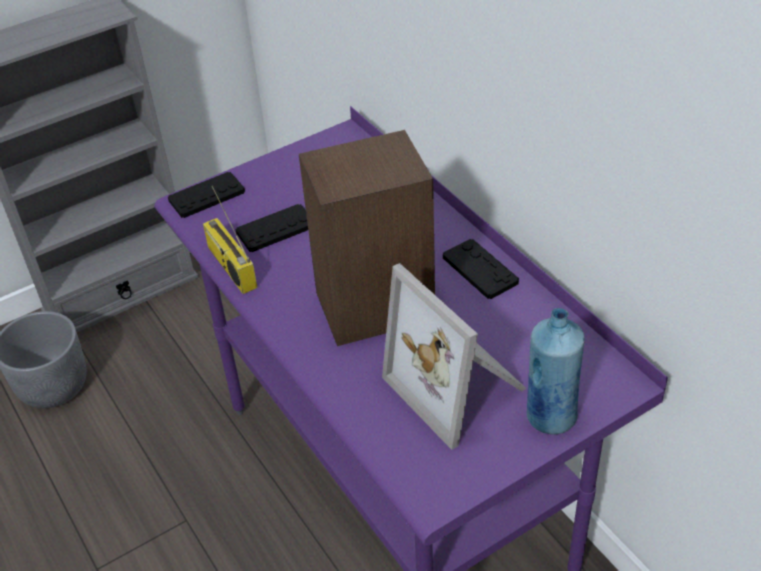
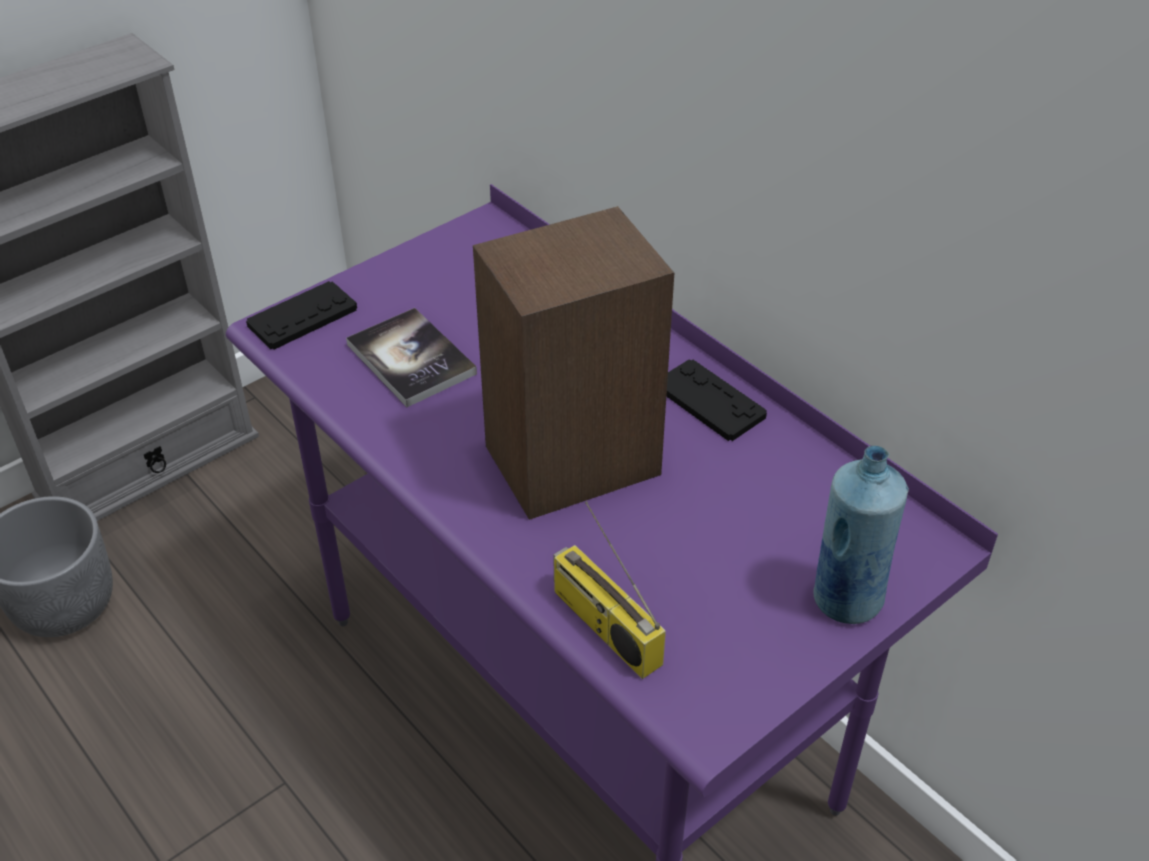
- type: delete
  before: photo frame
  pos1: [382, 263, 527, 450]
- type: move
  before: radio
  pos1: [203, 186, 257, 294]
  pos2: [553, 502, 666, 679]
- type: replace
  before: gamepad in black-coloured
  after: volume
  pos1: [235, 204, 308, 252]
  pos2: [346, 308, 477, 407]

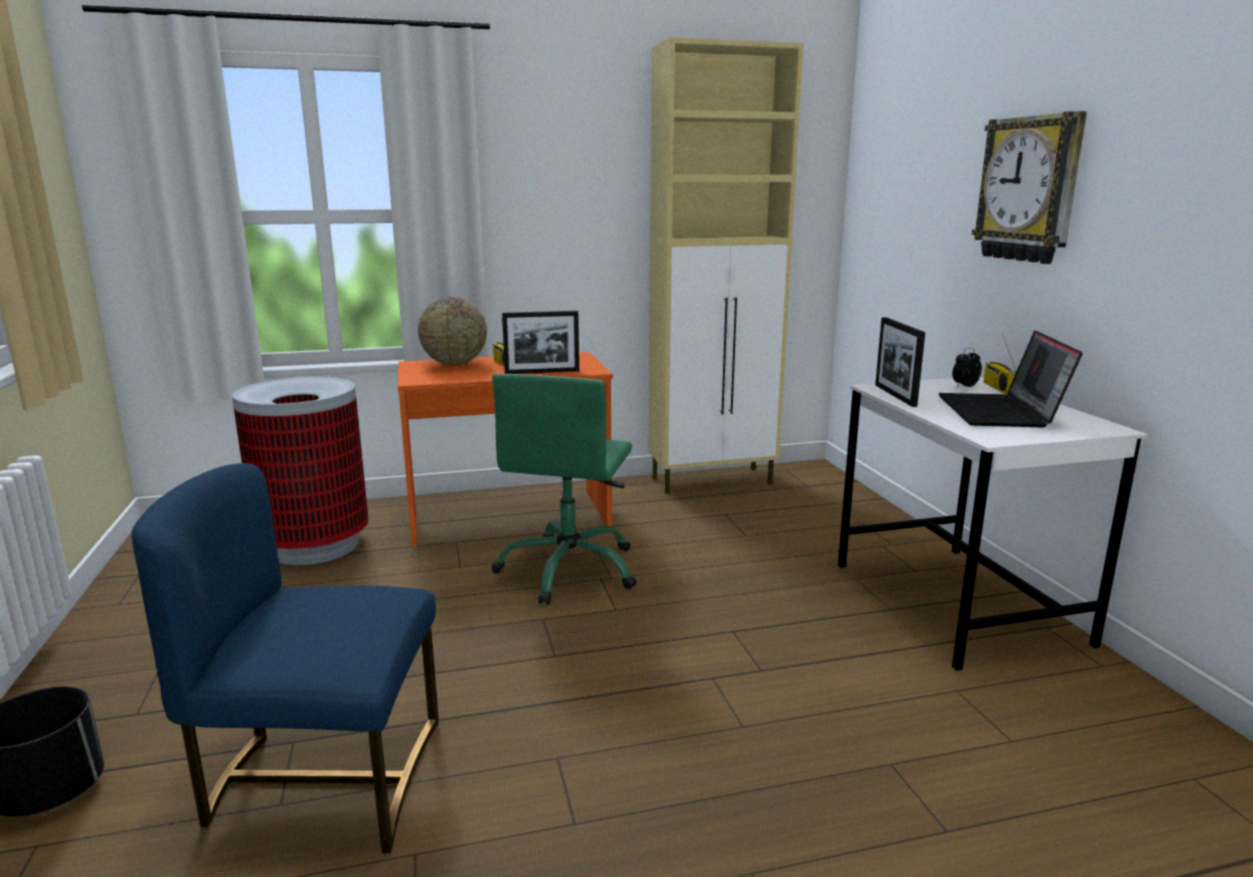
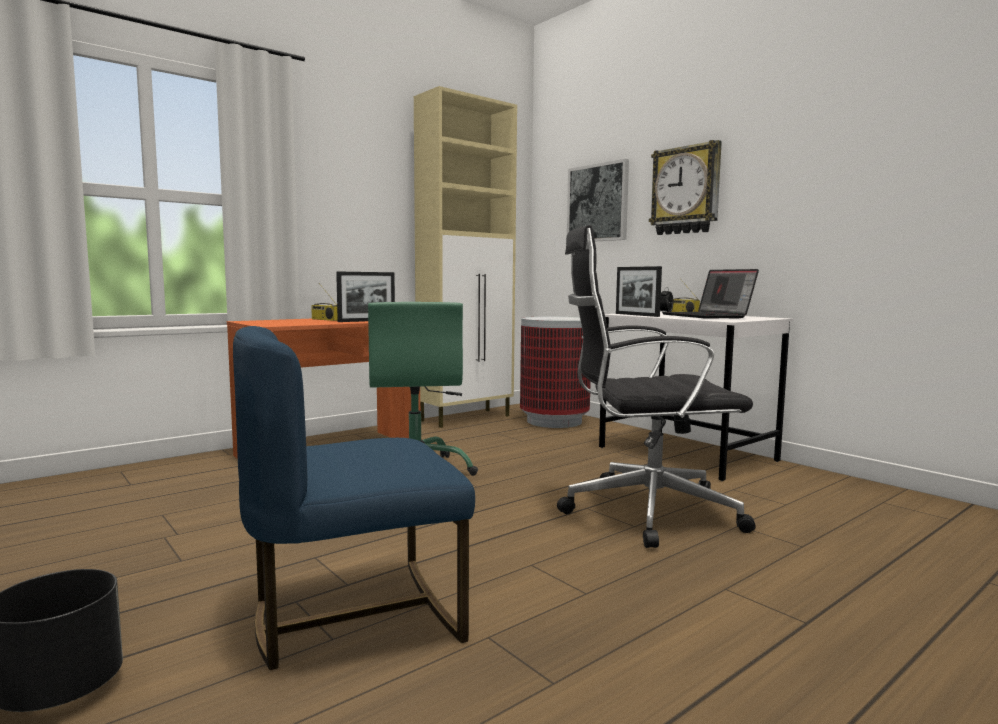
- type: delete
  before: globe
  pos1: [418, 297, 487, 365]
- type: insert
  after: computer chair in black-coloured
  pos2: [557, 225, 756, 548]
- type: insert
  after: wall art
  pos2: [567, 159, 629, 242]
- type: move
  before: rubbish bin
  pos1: [232, 377, 368, 565]
  pos2: [520, 317, 591, 428]

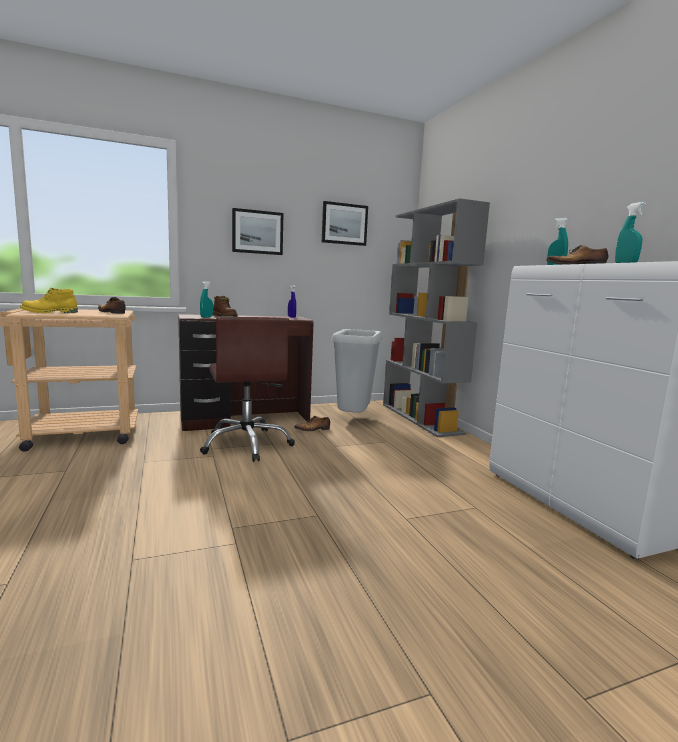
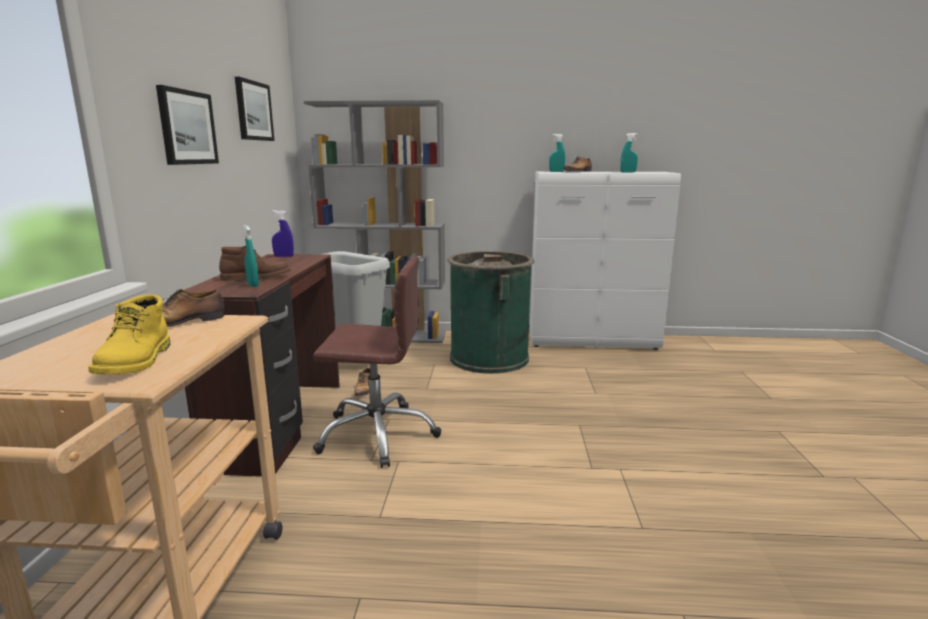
- type: insert
  after: rubbish bin in green
  pos2: [448, 251, 534, 374]

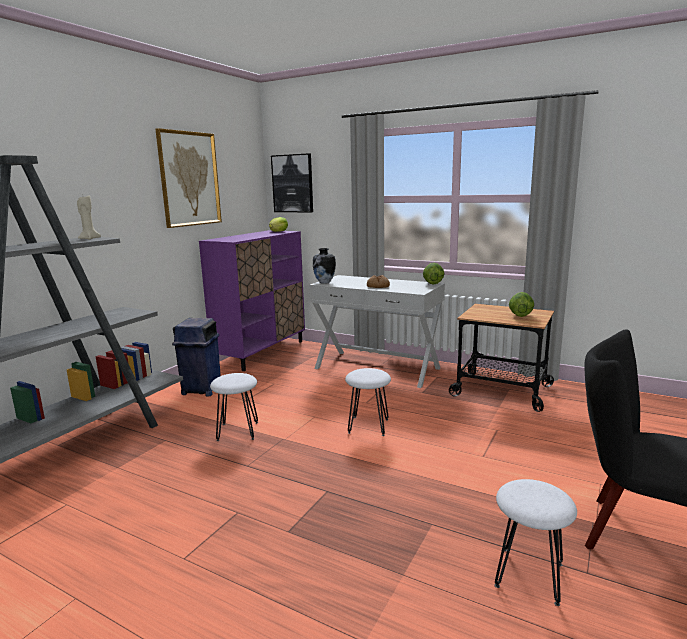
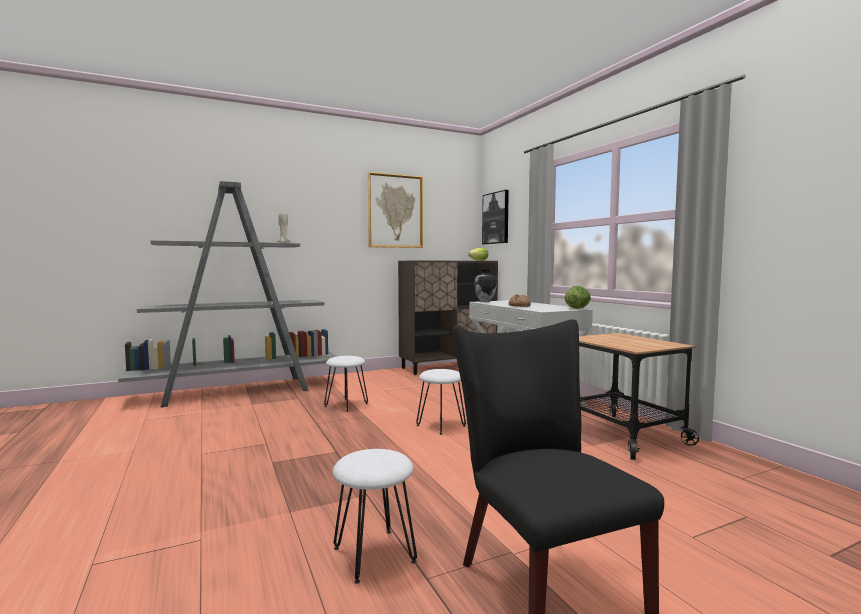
- type: delete
  before: rubbish bin in blue-coloured
  pos1: [172, 318, 221, 396]
- type: delete
  before: head of lettuce
  pos1: [509, 292, 534, 317]
- type: recolor
  before: cabinet in purple
  after: cabinet in brownish
  pos1: [199, 230, 305, 371]
  pos2: [398, 261, 498, 375]

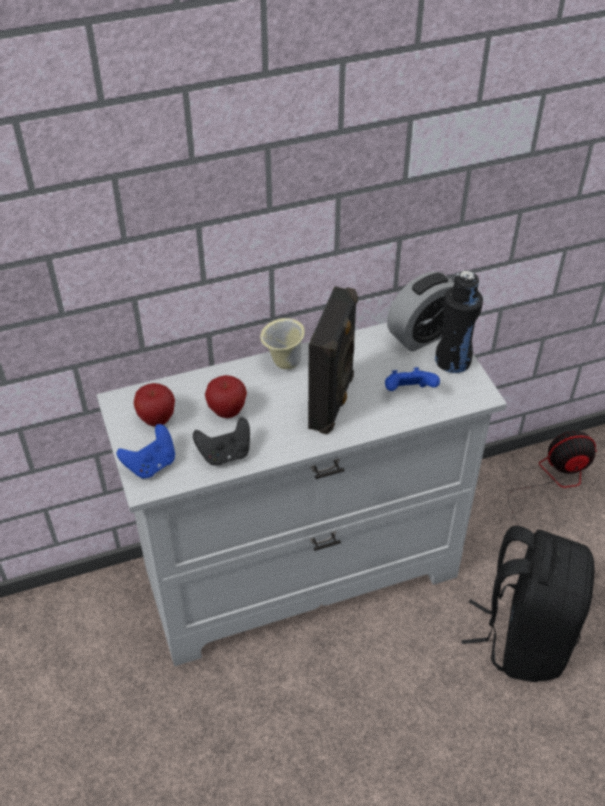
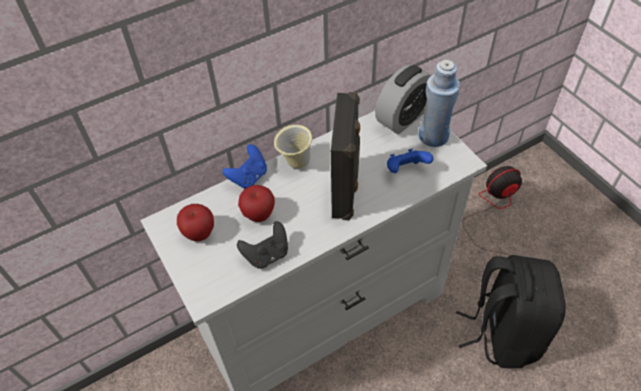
- type: move
  before: gamepad in blue-coloured
  pos1: [117, 424, 175, 479]
  pos2: [222, 144, 267, 189]
- type: recolor
  before: beverage bottle in black-coloured
  after: beverage bottle in blue-coloured
  pos1: [435, 270, 483, 373]
  pos2: [419, 60, 460, 147]

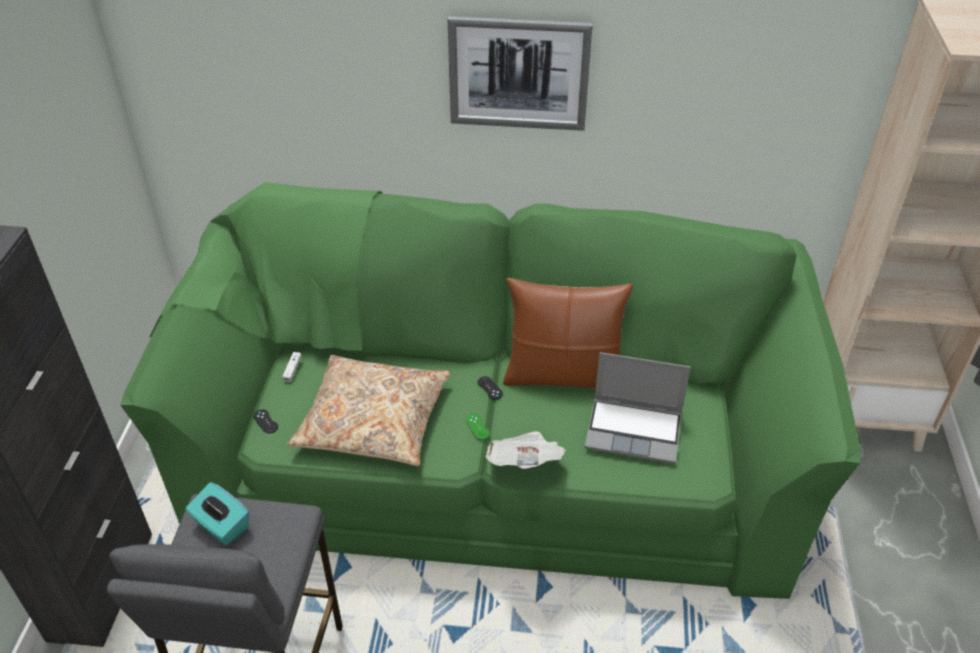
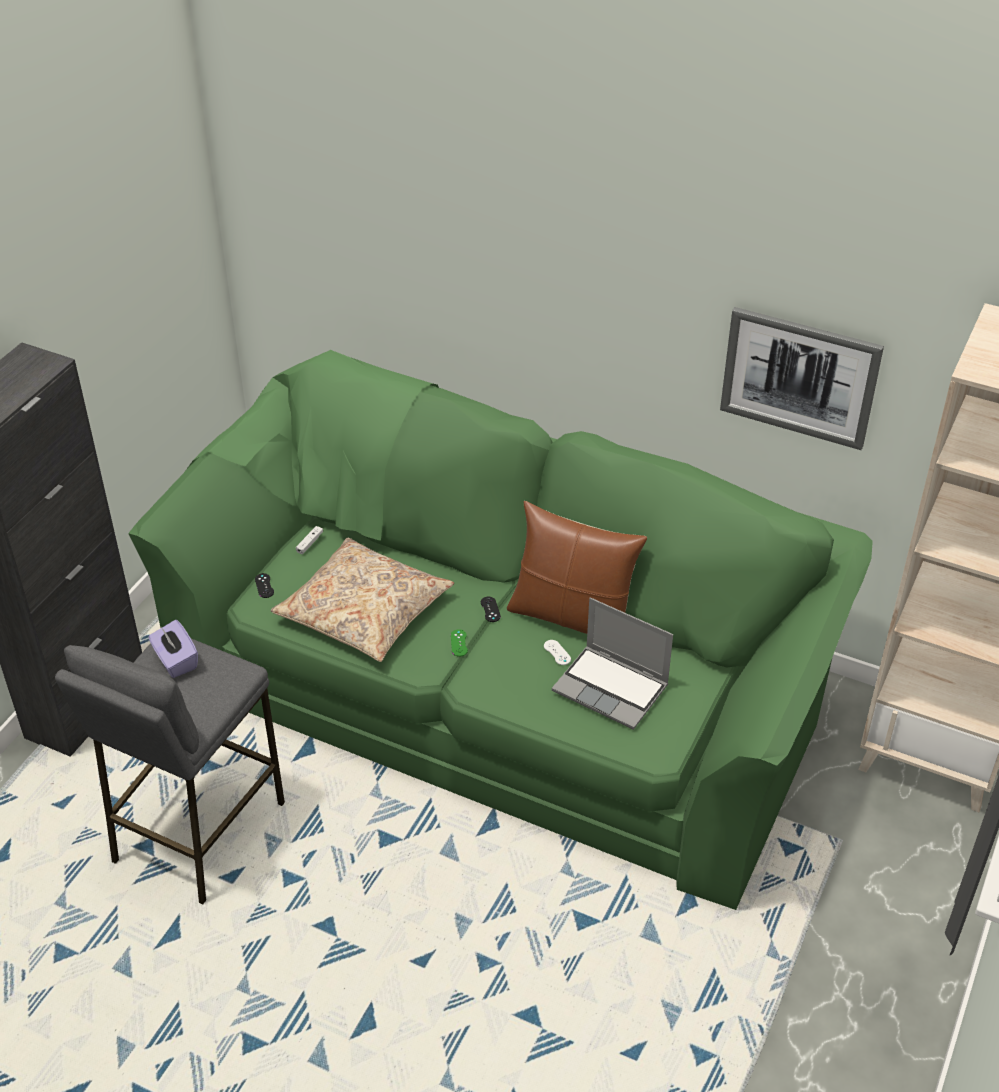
- type: delete
  before: daily paper
  pos1: [485, 431, 566, 469]
- type: insert
  after: gamepad in white-coloured
  pos2: [544, 640, 571, 665]
- type: move
  before: wall art
  pos1: [448, 16, 593, 131]
  pos2: [720, 307, 884, 450]
- type: recolor
  before: tissue holder in blue-green
  after: tissue holder in purple
  pos1: [186, 482, 249, 545]
  pos2: [148, 620, 198, 678]

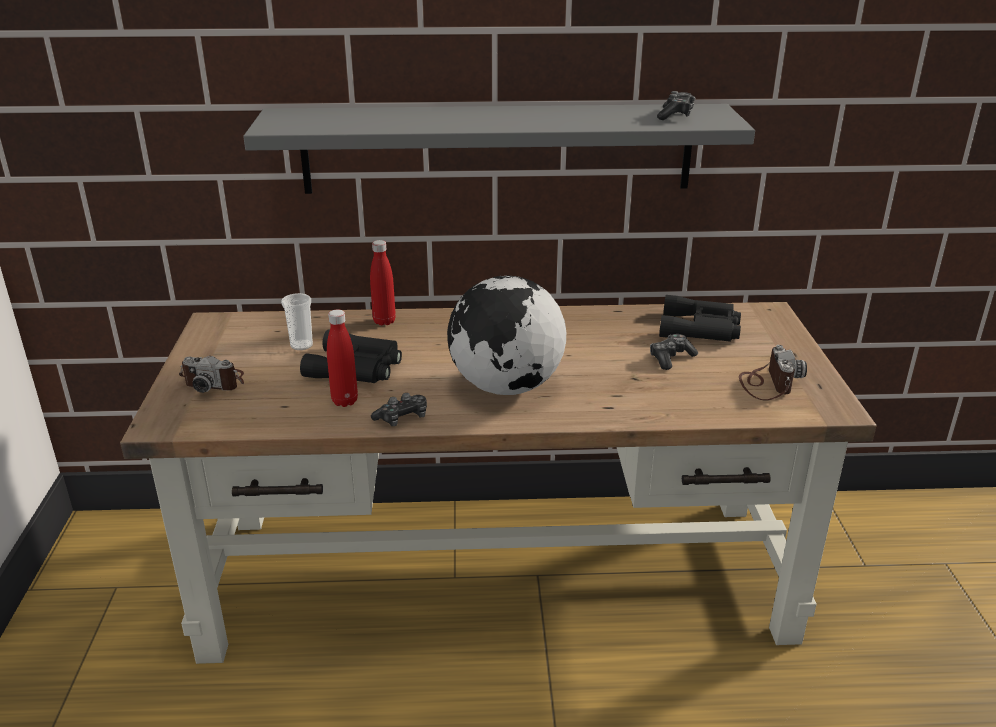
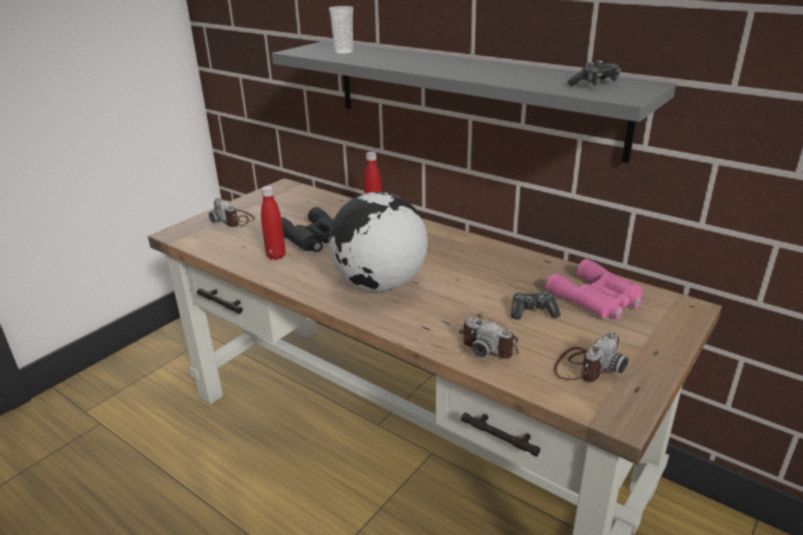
- type: delete
  before: gamepad
  pos1: [371, 393, 427, 426]
- type: insert
  after: photo camera
  pos2: [459, 317, 519, 359]
- type: move
  before: cup
  pos1: [281, 293, 313, 350]
  pos2: [329, 6, 353, 54]
- type: recolor
  before: binoculars in black-coloured
  after: binoculars in pink
  pos1: [659, 295, 741, 342]
  pos2: [546, 259, 643, 319]

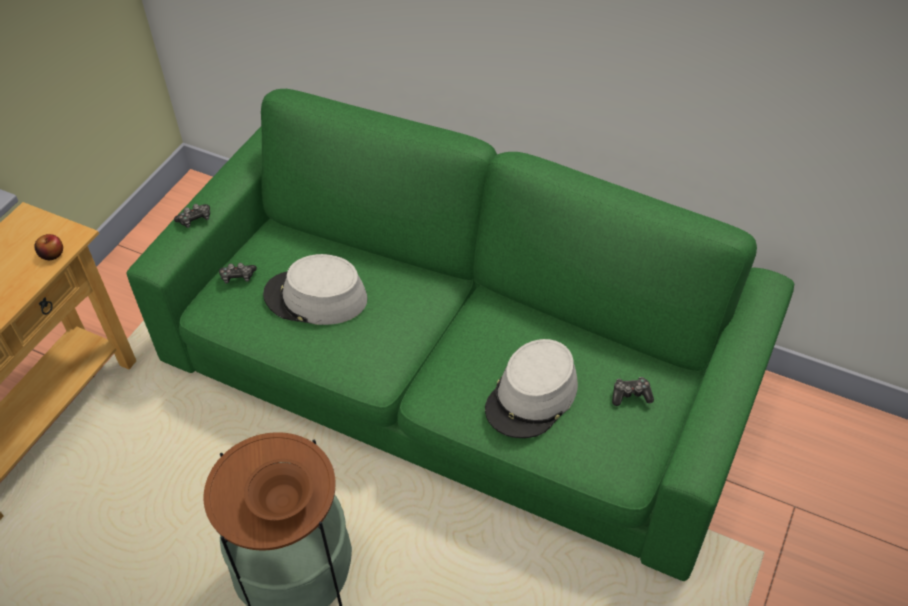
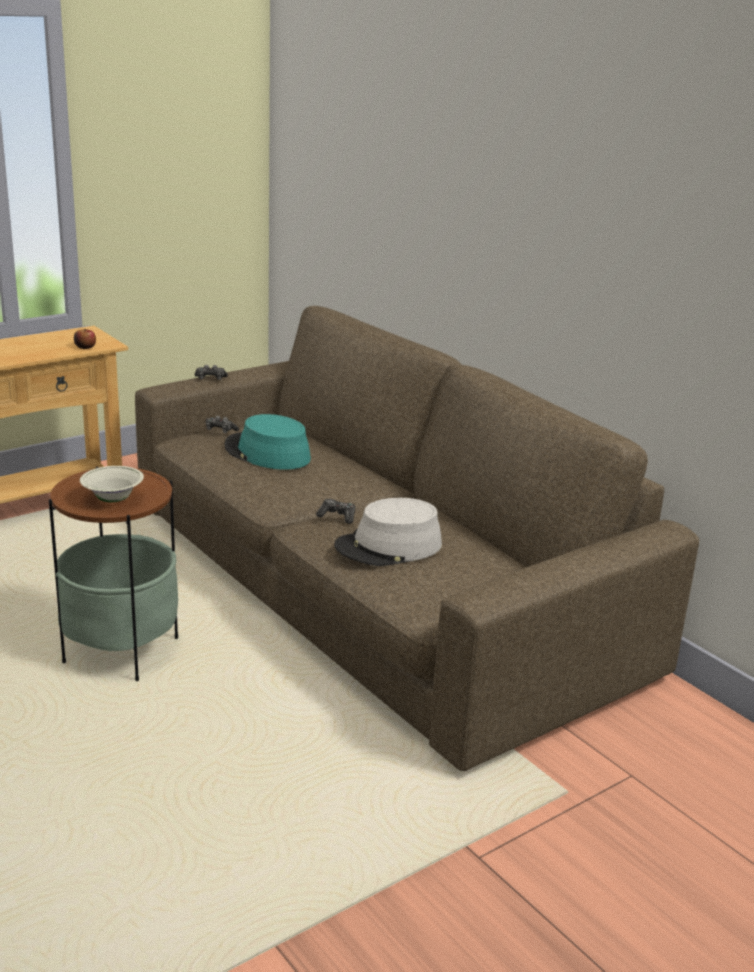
- type: move
  before: gamepad
  pos1: [612, 377, 654, 406]
  pos2: [316, 499, 355, 524]
- type: recolor
  before: sofa in green
  after: sofa in brownish
  pos1: [126, 89, 794, 581]
  pos2: [135, 306, 699, 771]
- type: recolor
  before: serving bowl in brownish
  after: serving bowl in white-coloured
  pos1: [244, 459, 314, 520]
  pos2: [80, 466, 144, 502]
- type: recolor
  before: hat in gray
  after: hat in blue-green
  pos1: [263, 254, 368, 325]
  pos2: [224, 414, 311, 470]

